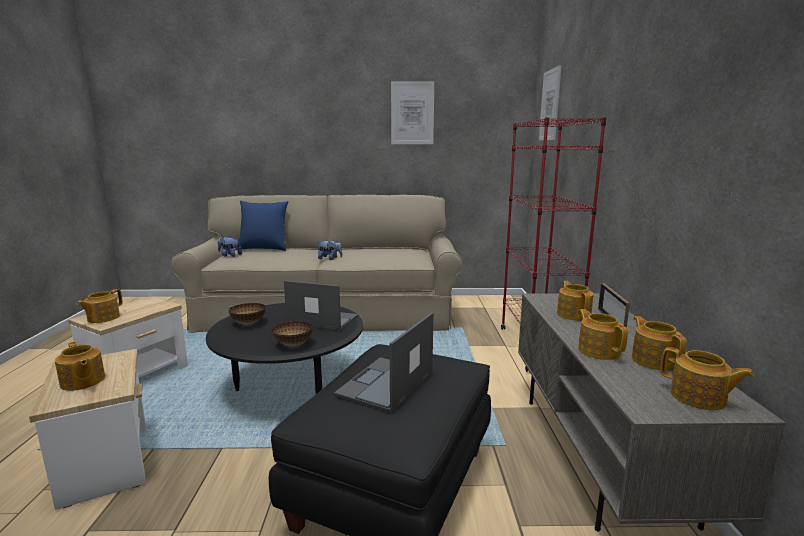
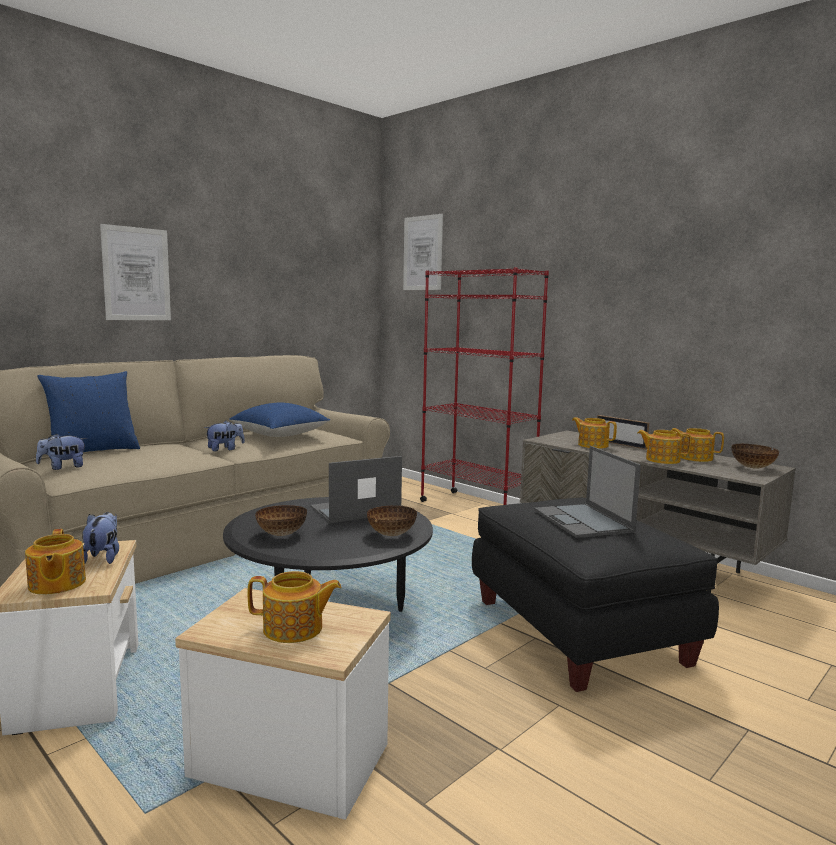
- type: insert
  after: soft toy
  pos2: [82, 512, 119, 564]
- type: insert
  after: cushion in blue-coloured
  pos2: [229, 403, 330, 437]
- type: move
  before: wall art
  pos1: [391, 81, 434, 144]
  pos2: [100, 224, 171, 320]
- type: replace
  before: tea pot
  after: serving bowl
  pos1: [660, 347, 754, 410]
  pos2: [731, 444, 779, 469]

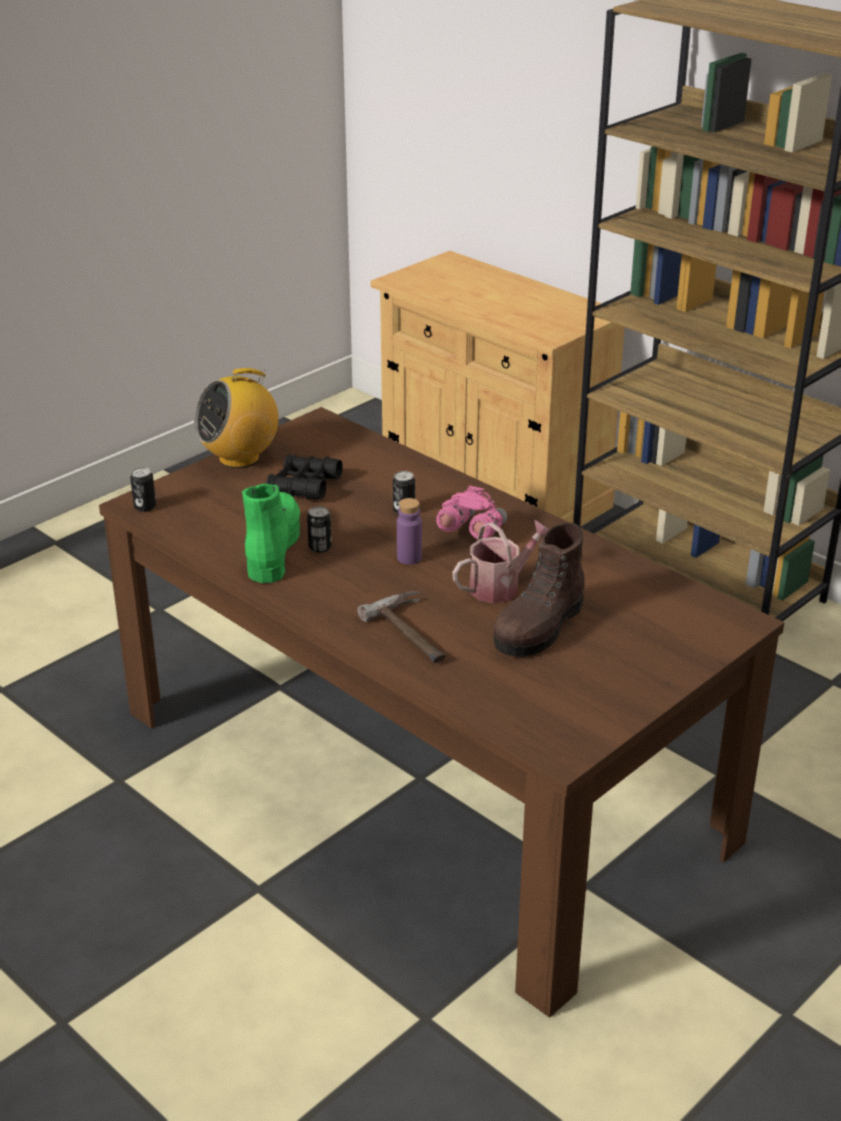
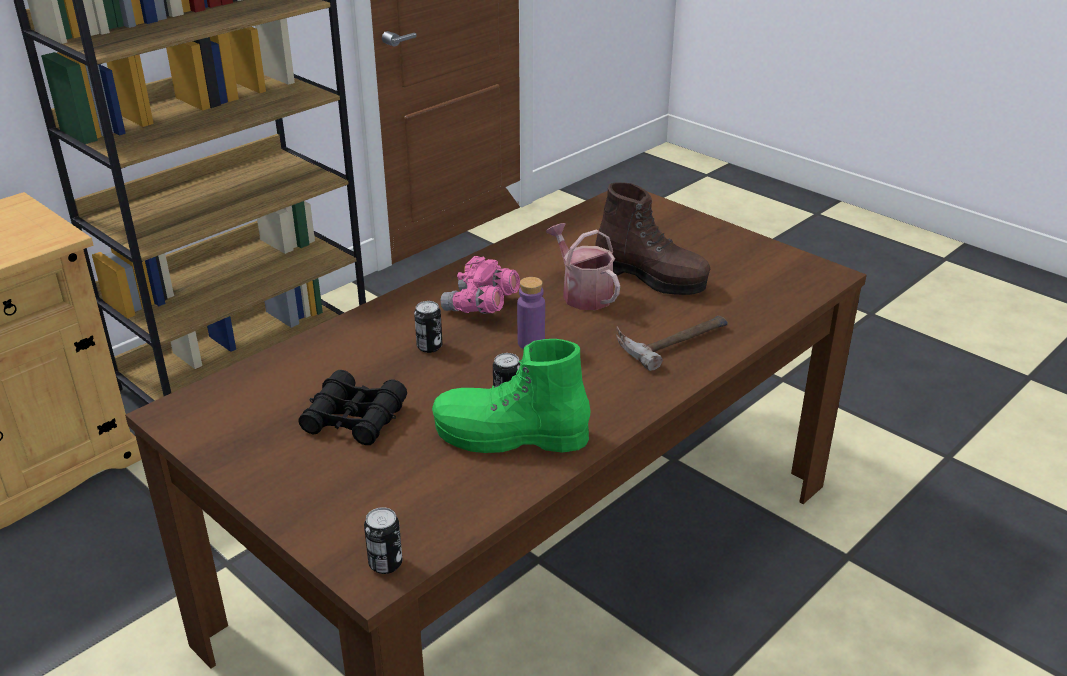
- type: delete
  before: radio
  pos1: [194, 368, 278, 468]

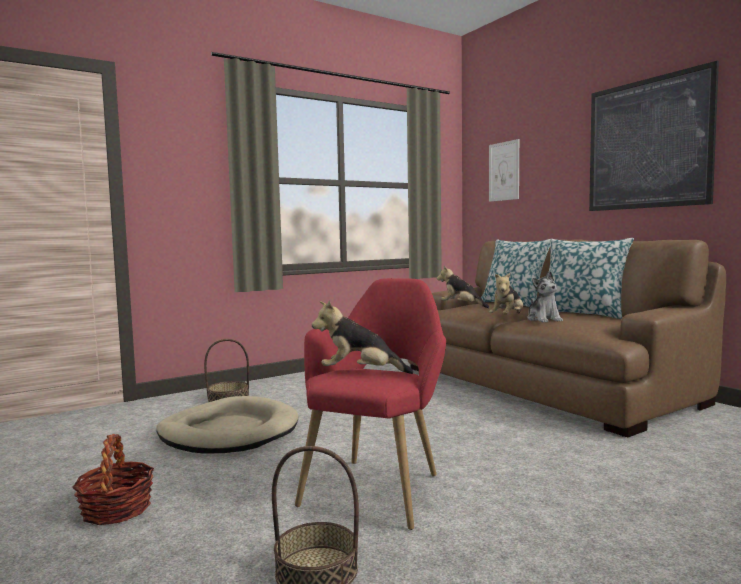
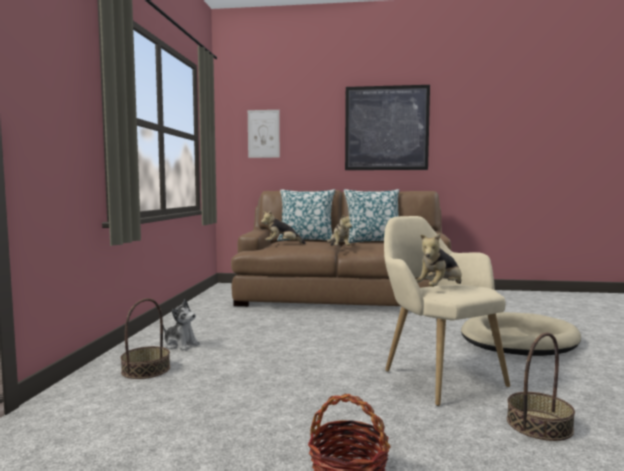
- type: move
  before: dog cushion in beige
  pos1: [156, 396, 298, 454]
  pos2: [461, 312, 581, 356]
- type: move
  before: soft toy
  pos1: [527, 271, 563, 322]
  pos2: [163, 299, 200, 350]
- type: recolor
  before: lounge chair in red-coloured
  after: lounge chair in beige
  pos1: [295, 278, 446, 530]
  pos2: [384, 216, 510, 406]

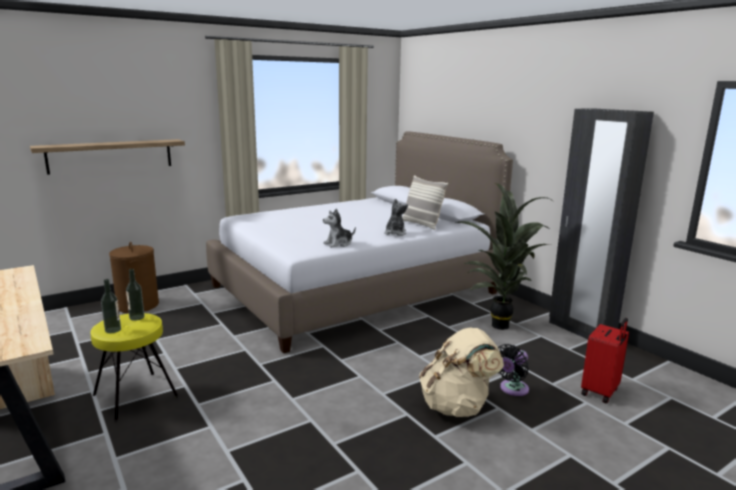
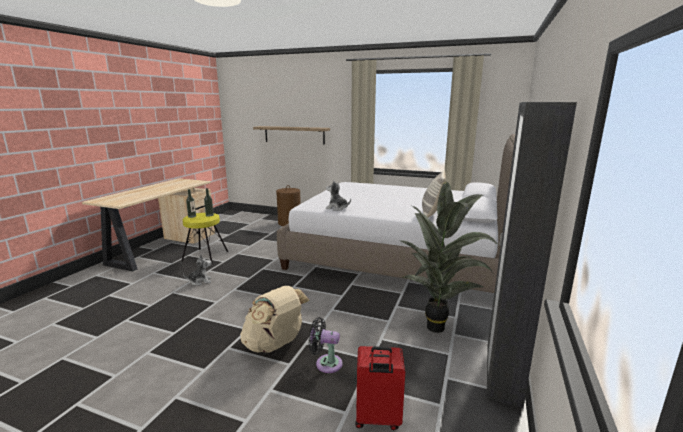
- type: move
  before: soft toy
  pos1: [384, 198, 408, 236]
  pos2: [183, 254, 212, 286]

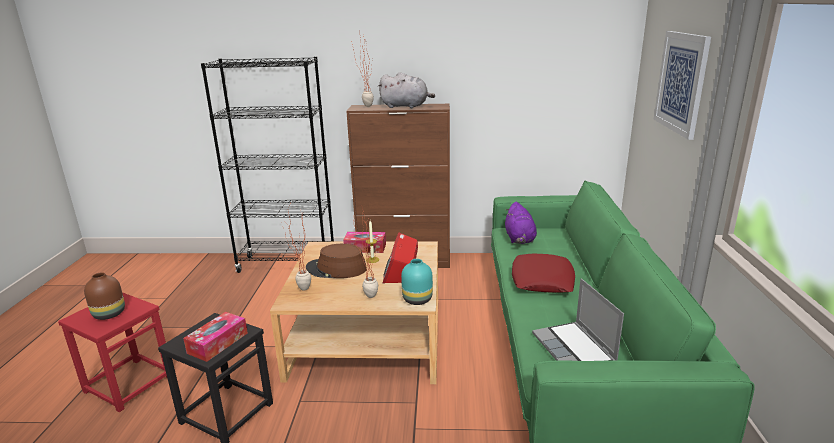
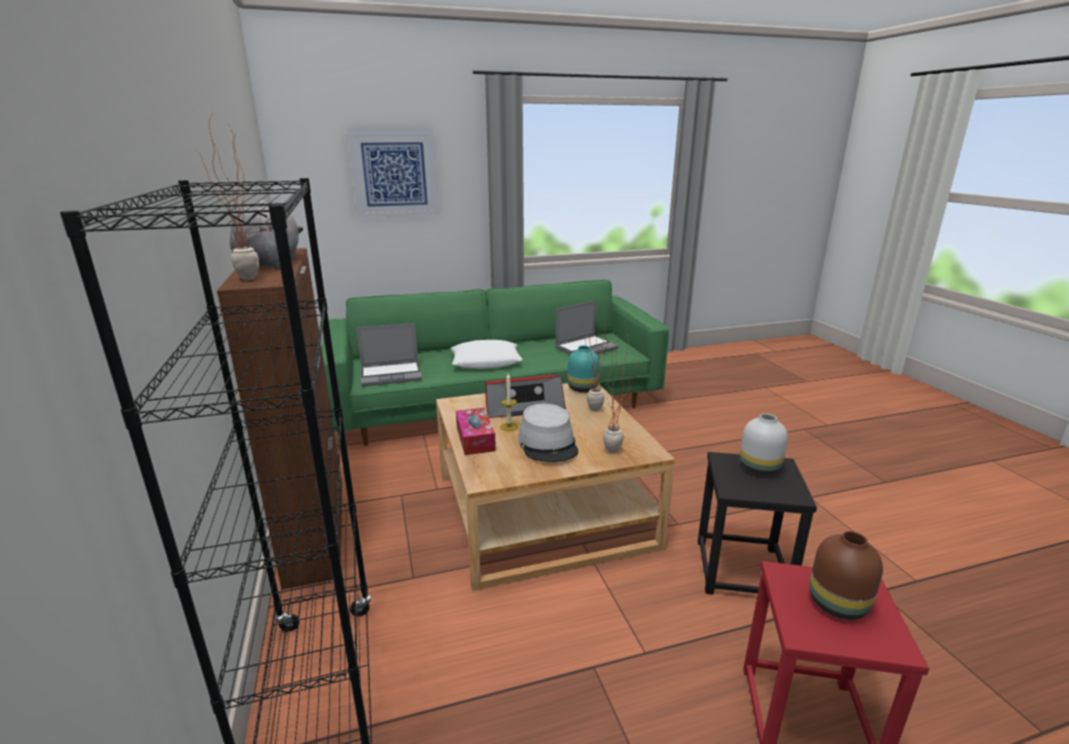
- type: replace
  before: tissue holder
  after: vase in white-coloured
  pos1: [183, 312, 248, 362]
  pos2: [740, 413, 788, 476]
- type: replace
  before: soft toy in purple
  after: laptop
  pos1: [505, 202, 537, 244]
  pos2: [356, 323, 422, 386]
- type: recolor
  before: hat in brownish
  after: hat in gray
  pos1: [306, 244, 367, 278]
  pos2: [518, 404, 578, 462]
- type: recolor
  before: cushion in red-coloured
  after: cushion in white-coloured
  pos1: [512, 254, 575, 293]
  pos2: [450, 340, 522, 369]

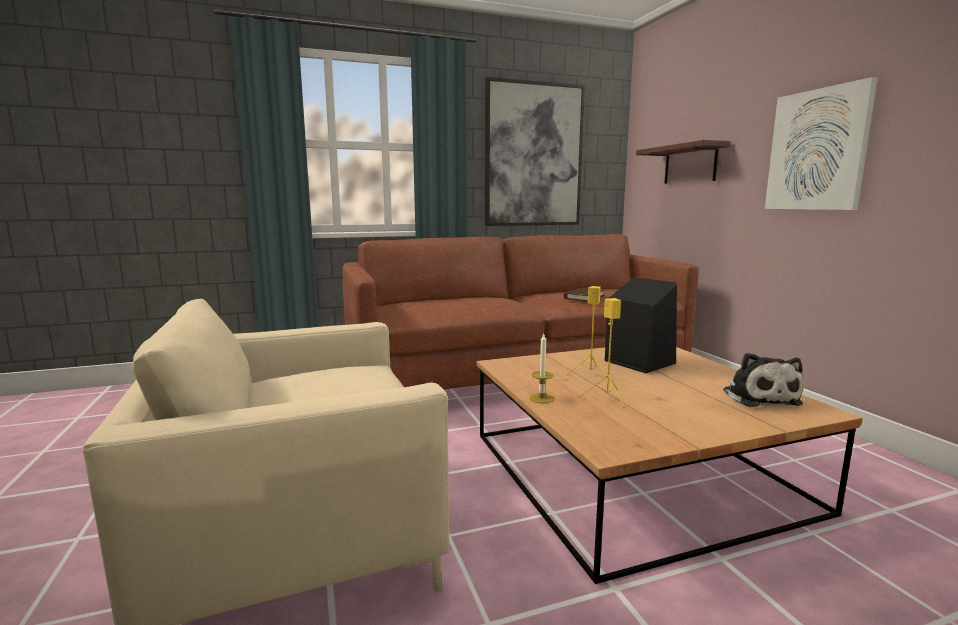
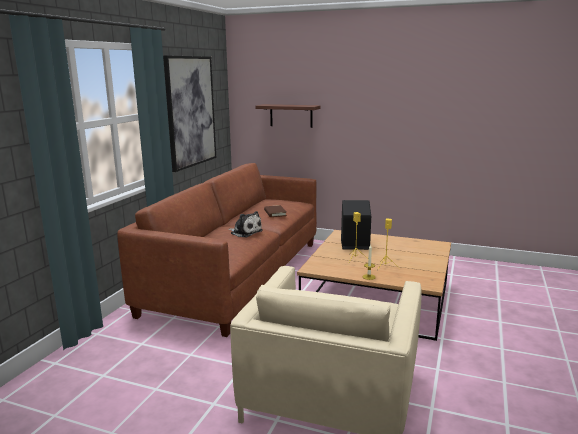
- type: delete
  before: wall art
  pos1: [765, 77, 878, 210]
- type: move
  before: soft toy
  pos1: [723, 353, 803, 407]
  pos2: [228, 211, 263, 237]

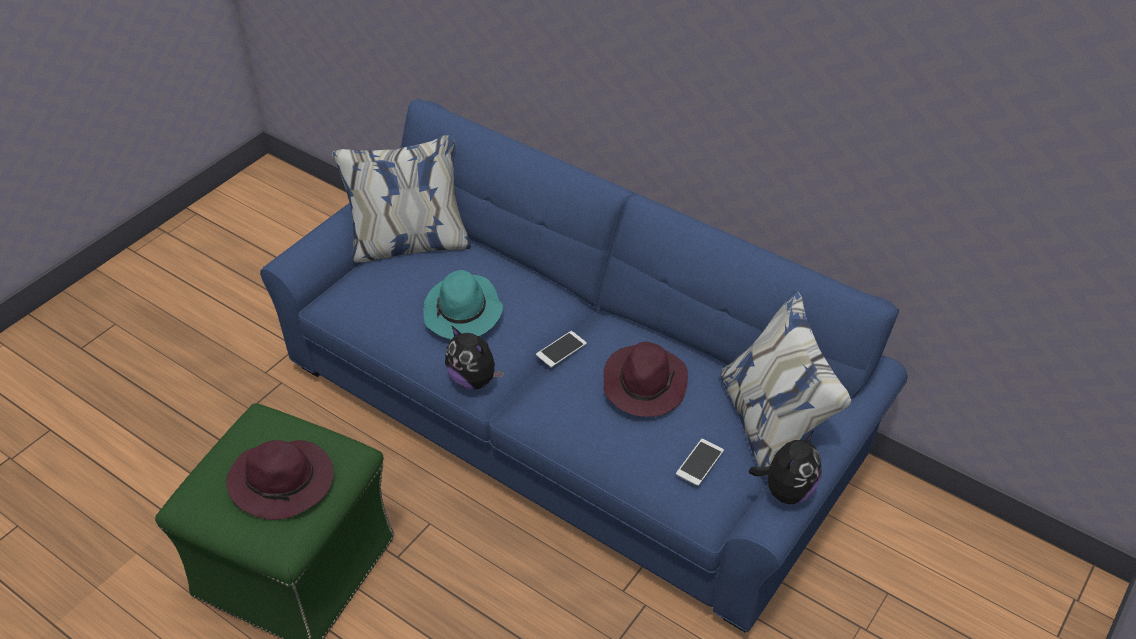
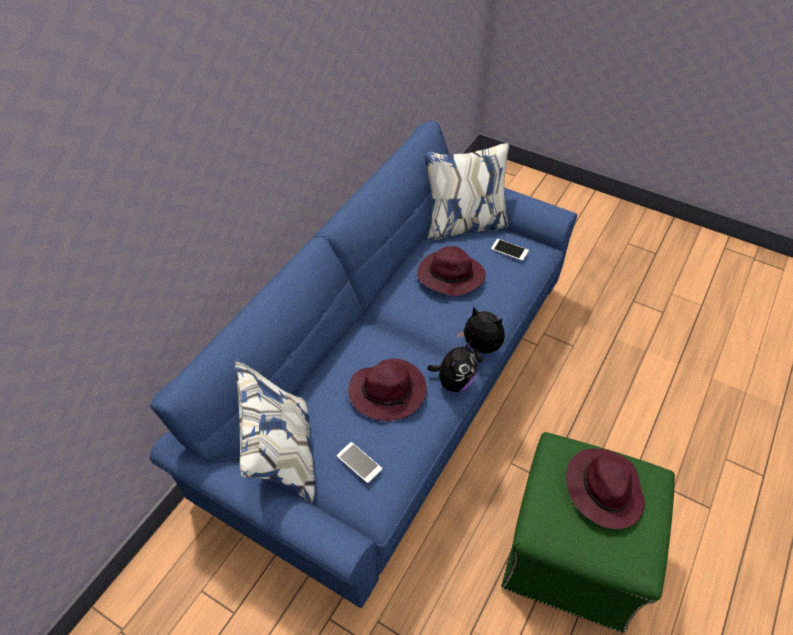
- type: move
  before: handset
  pos1: [536, 331, 587, 367]
  pos2: [337, 442, 382, 483]
- type: move
  before: soft toy
  pos1: [749, 431, 822, 504]
  pos2: [456, 306, 505, 363]
- type: recolor
  before: hat in blue-green
  after: hat in purple
  pos1: [424, 270, 503, 339]
  pos2: [348, 359, 427, 421]

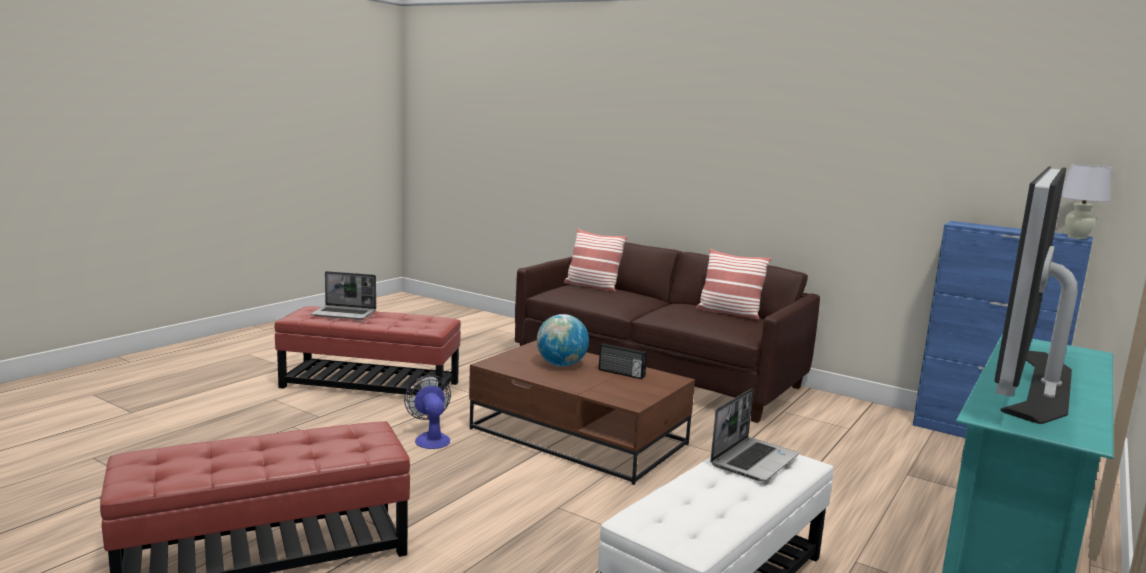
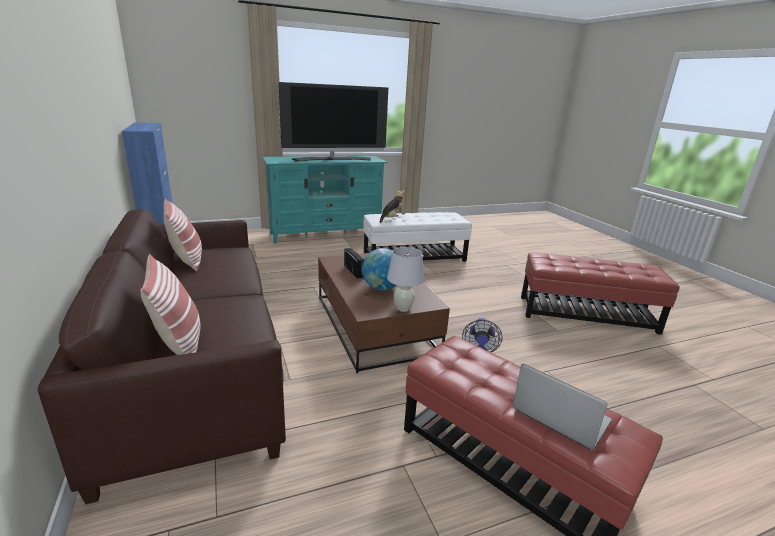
- type: move
  before: table lamp in white-coloured
  pos1: [1061, 164, 1111, 239]
  pos2: [387, 247, 424, 312]
- type: replace
  before: laptop
  after: soft toy
  pos1: [710, 388, 799, 481]
  pos2: [380, 189, 405, 223]

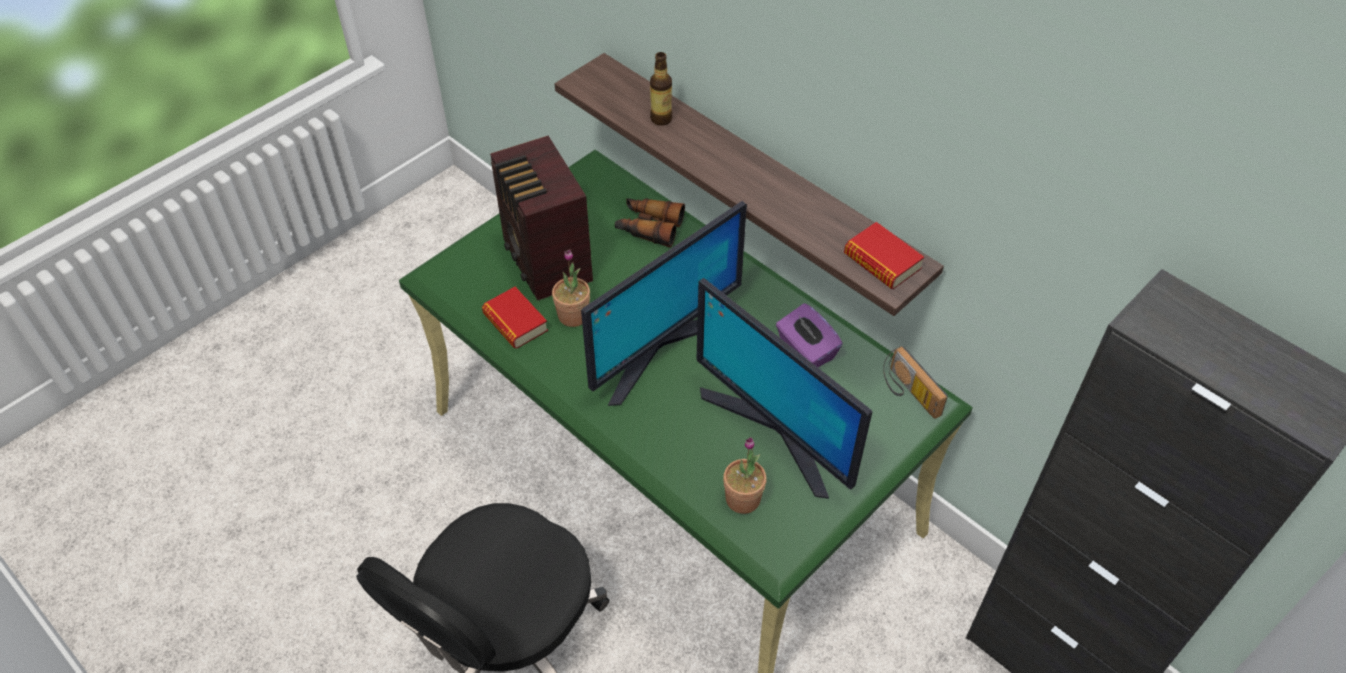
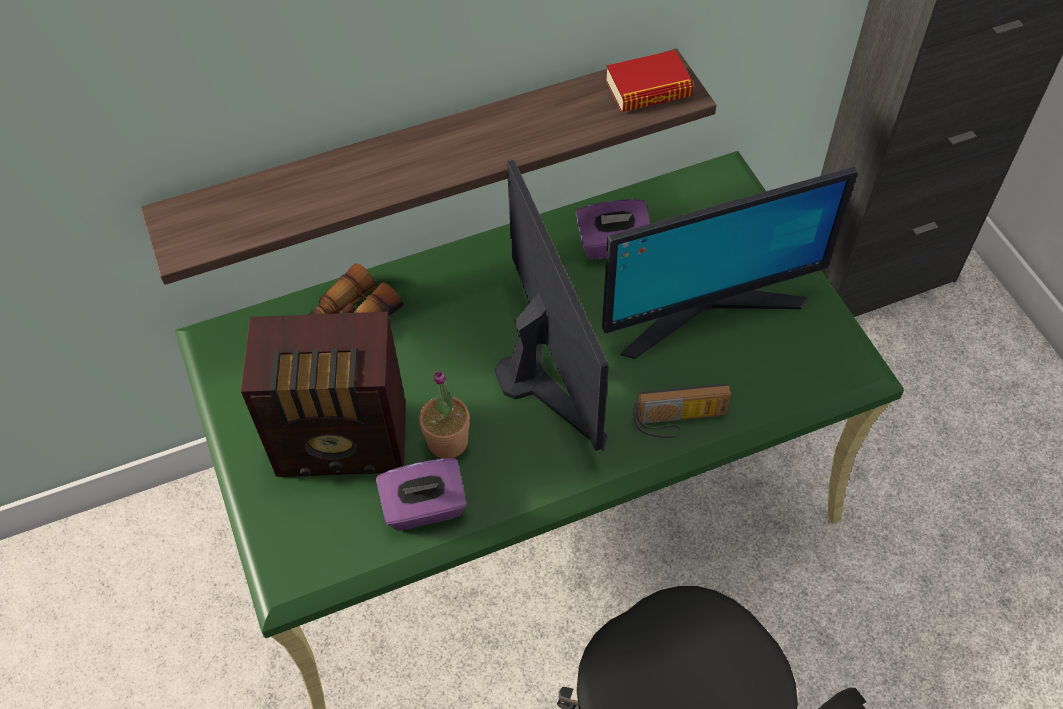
- type: delete
  before: beverage bottle
  pos1: [650, 52, 672, 125]
- type: delete
  before: plant in a pot
  pos1: [723, 437, 767, 514]
- type: move
  before: radio
  pos1: [883, 346, 948, 419]
  pos2: [632, 384, 731, 438]
- type: replace
  before: volume
  after: tissue holder in purple
  pos1: [482, 287, 548, 348]
  pos2: [376, 458, 467, 531]

